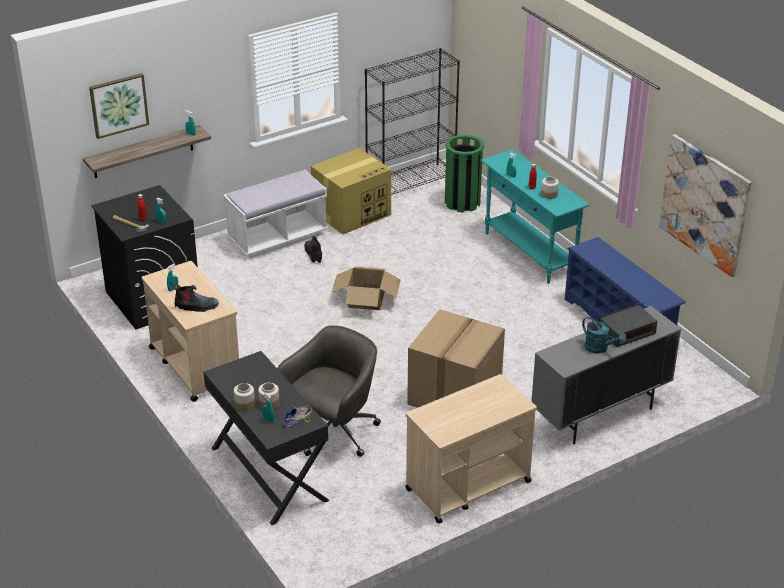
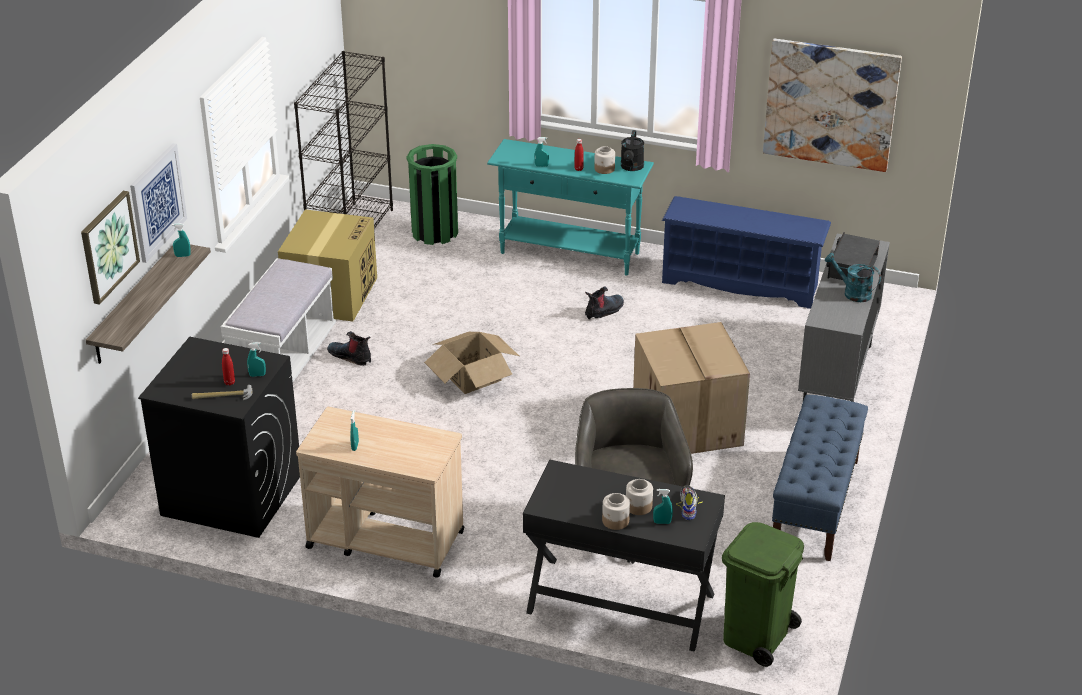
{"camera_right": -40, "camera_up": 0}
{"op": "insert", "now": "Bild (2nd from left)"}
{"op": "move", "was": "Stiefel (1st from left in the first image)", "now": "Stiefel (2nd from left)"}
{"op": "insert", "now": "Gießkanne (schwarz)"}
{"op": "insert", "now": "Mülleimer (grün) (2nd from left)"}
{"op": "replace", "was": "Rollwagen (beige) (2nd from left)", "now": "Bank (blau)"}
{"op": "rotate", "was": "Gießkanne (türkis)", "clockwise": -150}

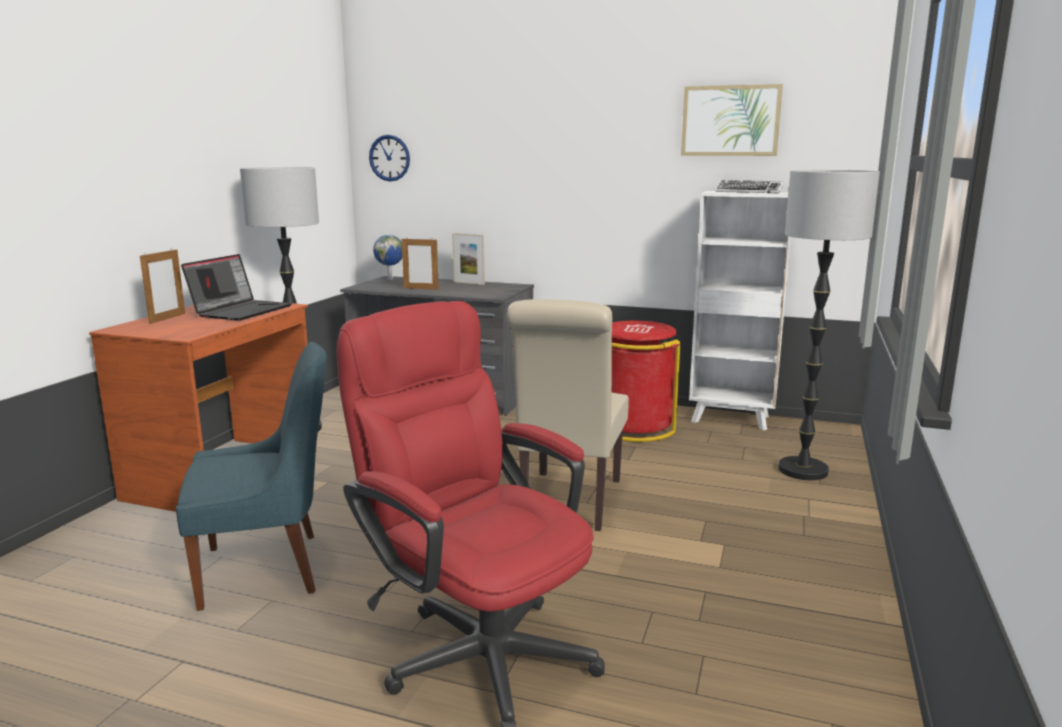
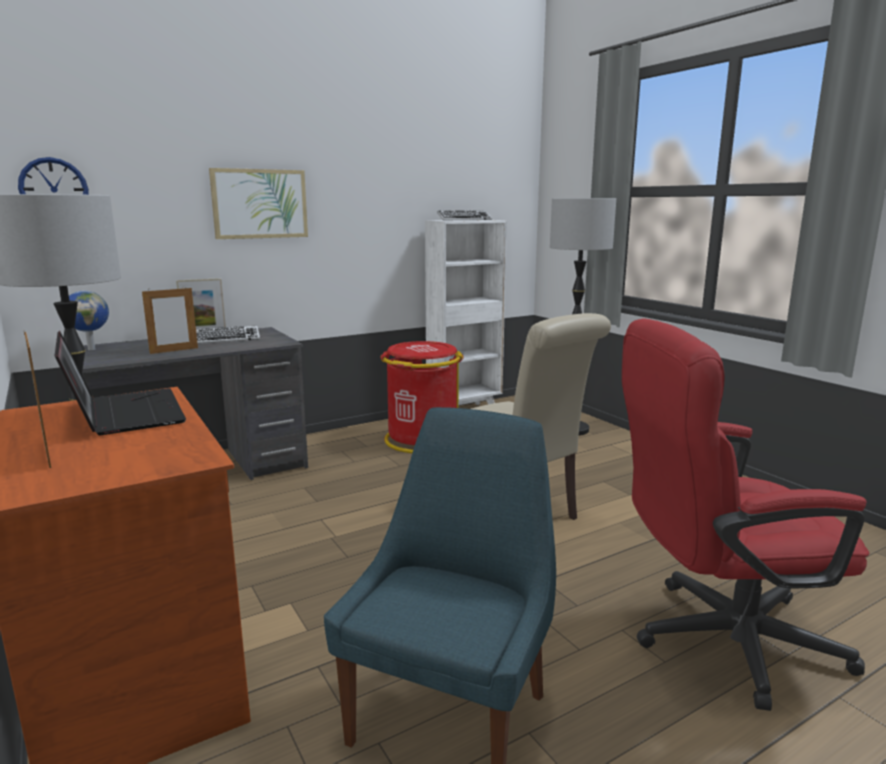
{"camera_right": -50, "camera_up": 0}
{"op": "insert", "now": "Tastatur (1st from left)"}
{"op": "move", "was": "Bild"}

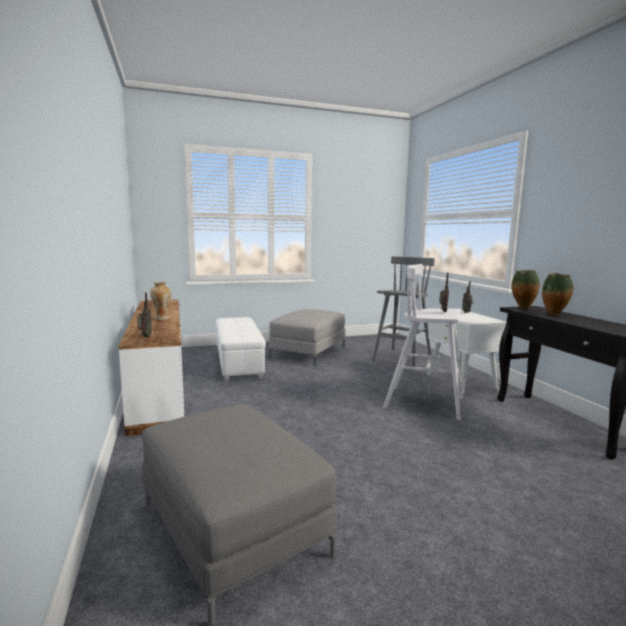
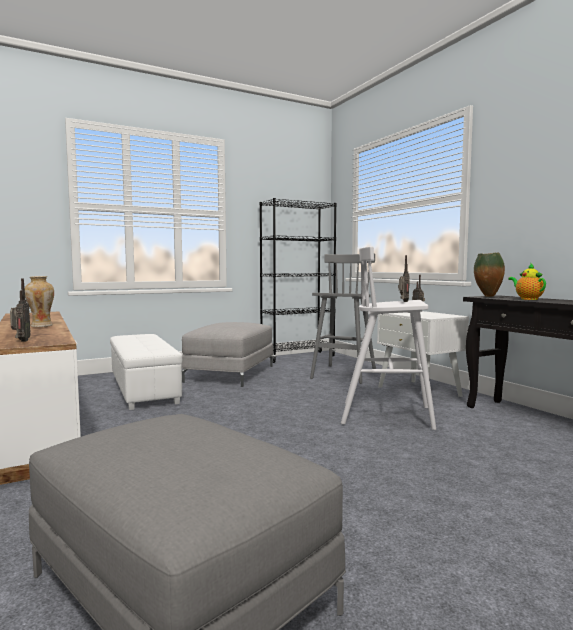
{"camera_right": -10, "camera_up": -5}
{"op": "insert", "now": "Bücherregal (schwarz)"}
{"op": "replace", "was": "Vase (3rd from left)", "now": "Teekanne"}

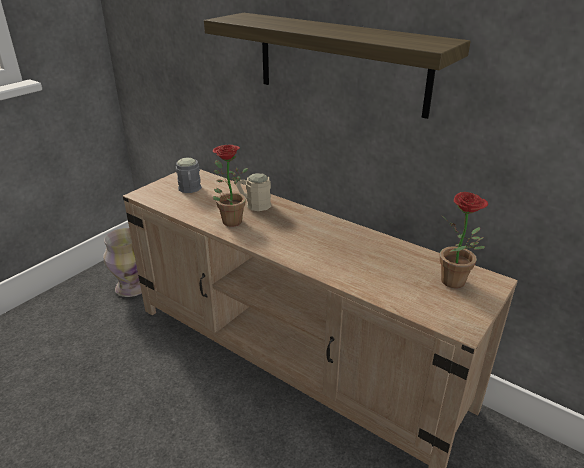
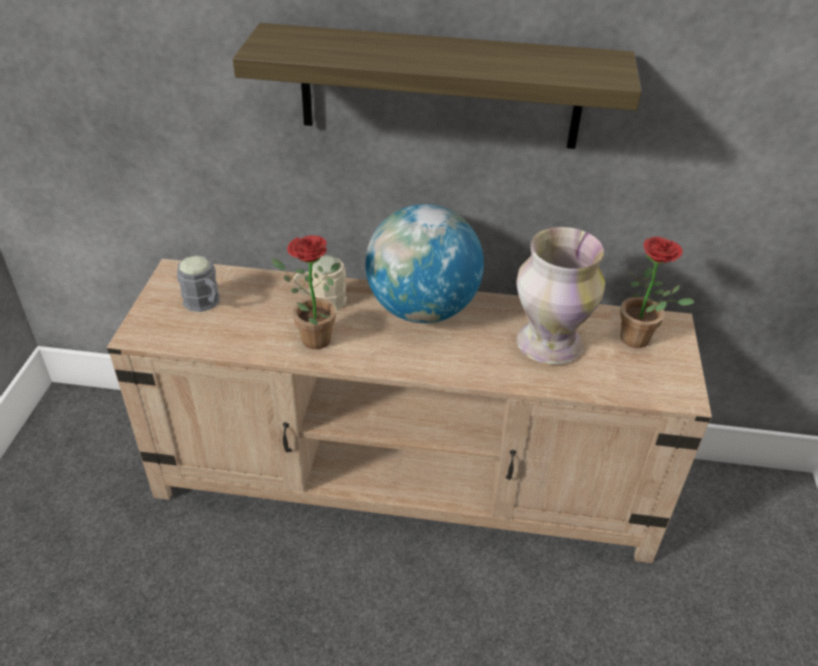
{"camera_right": -30, "camera_up": 10}
{"op": "insert", "now": "Globus"}
{"op": "move", "was": "Vase"}

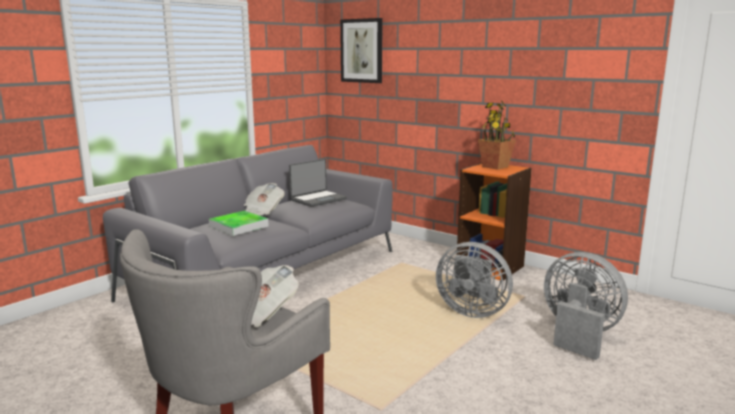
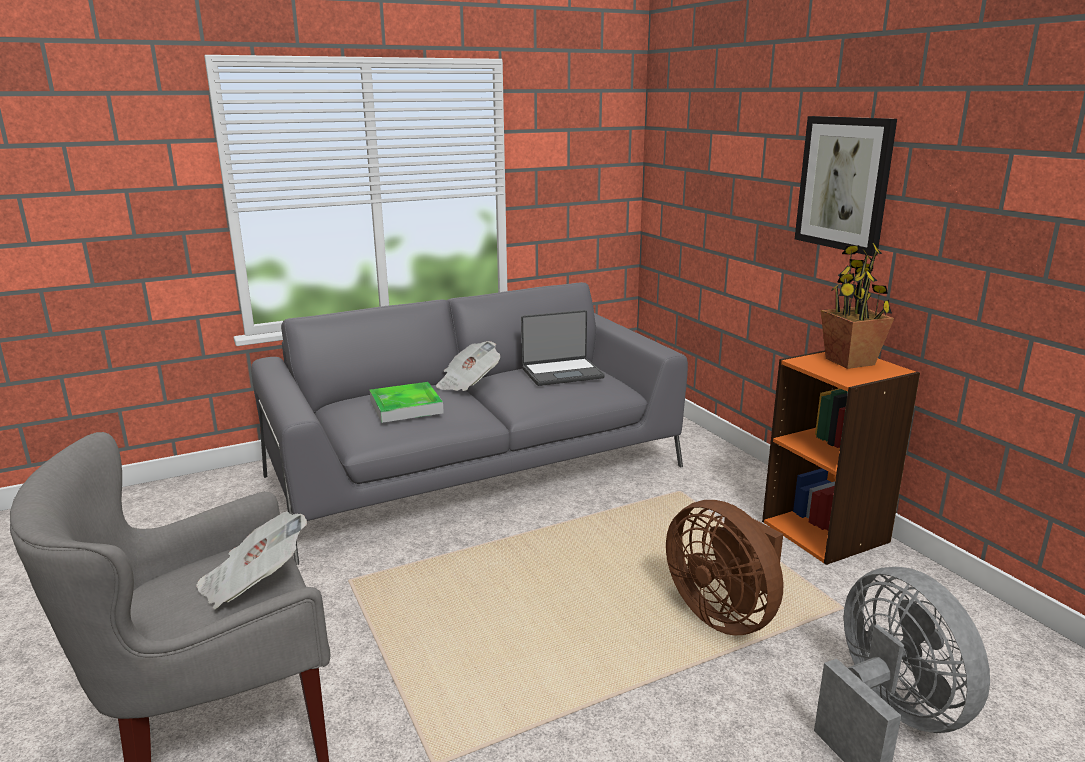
{"camera_right": 25, "camera_up": 5}
{"op": "recolor", "was": "Ventilator (grau) (1st from left)", "now": "Ventilator (braun)"}
{"op": "move", "was": "Bild"}

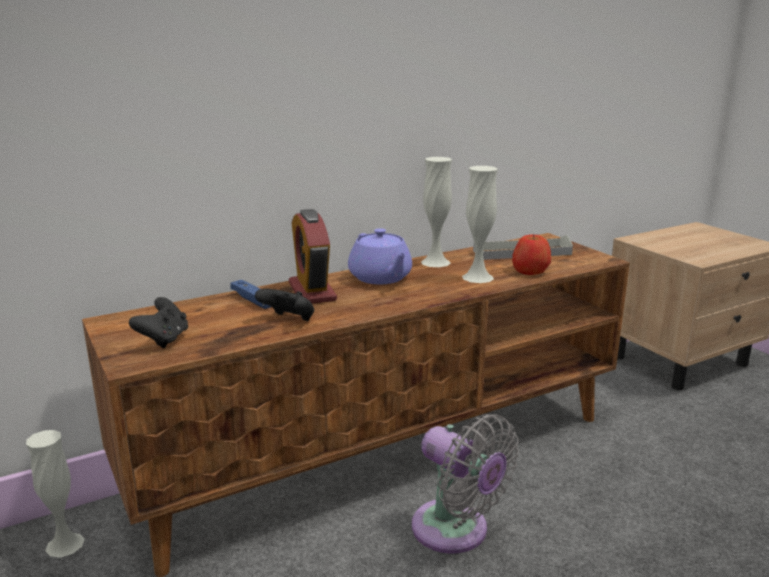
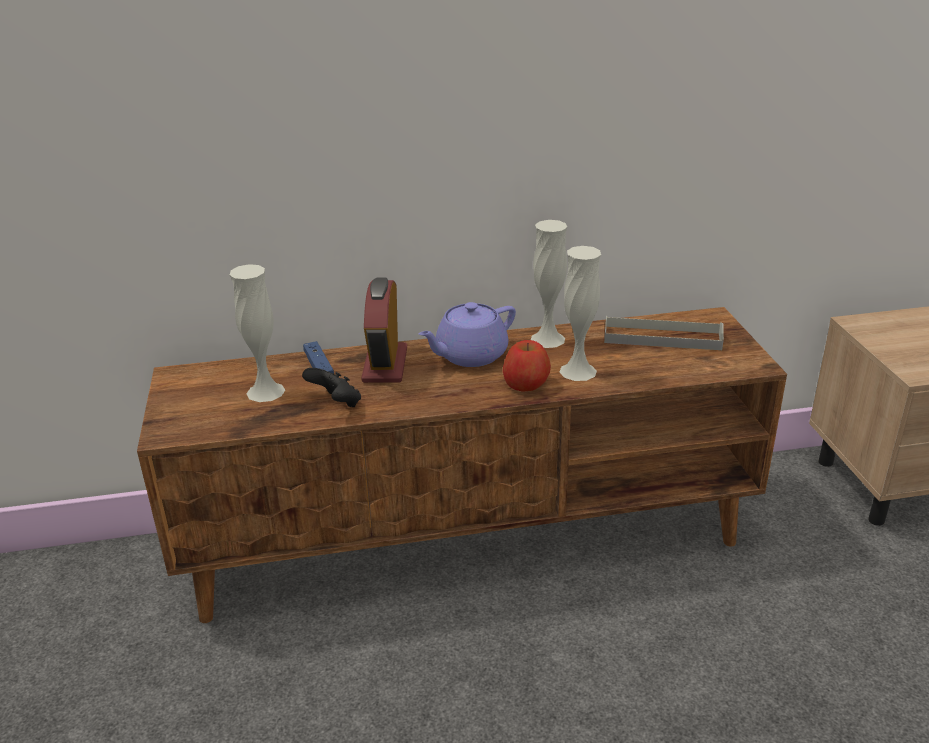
{"camera_right": 20, "camera_up": 10}
{"op": "move", "was": "Vase (weiß) (1st from left)"}
{"op": "rotate", "was": "Teekanne (lila)", "clockwise": 60}
{"op": "move", "was": "Apfel"}
{"op": "delete", "was": "Gamepad (schwarz) (1st from left)"}
{"op": "delete", "was": "Ventilator (grau)"}

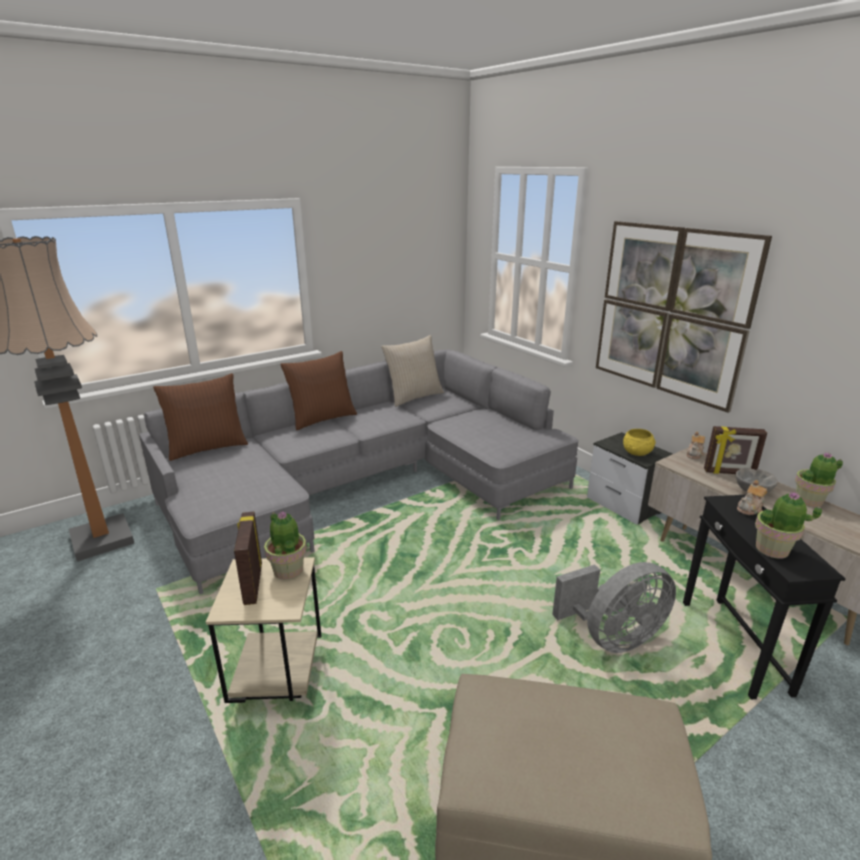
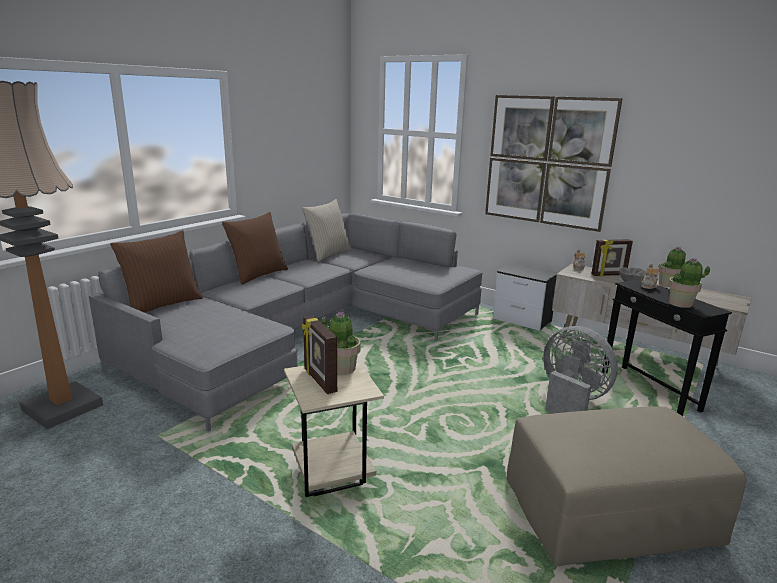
{"camera_right": -20, "camera_up": -5}
{"op": "rotate", "was": "Ventilator (grau)", "clockwise": -90}
{"op": "delete", "was": "Schüssel (gelb)"}

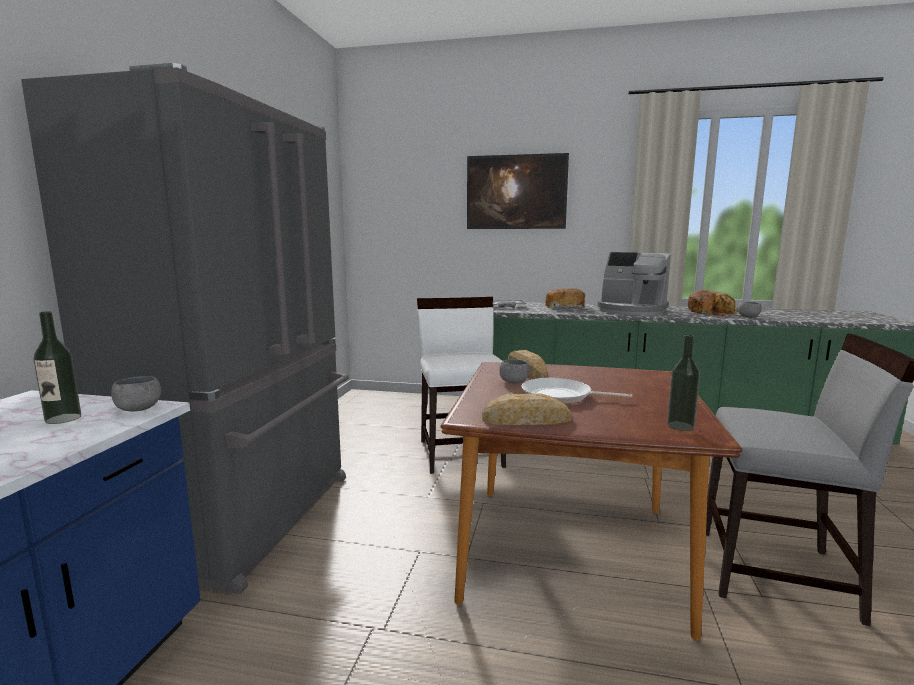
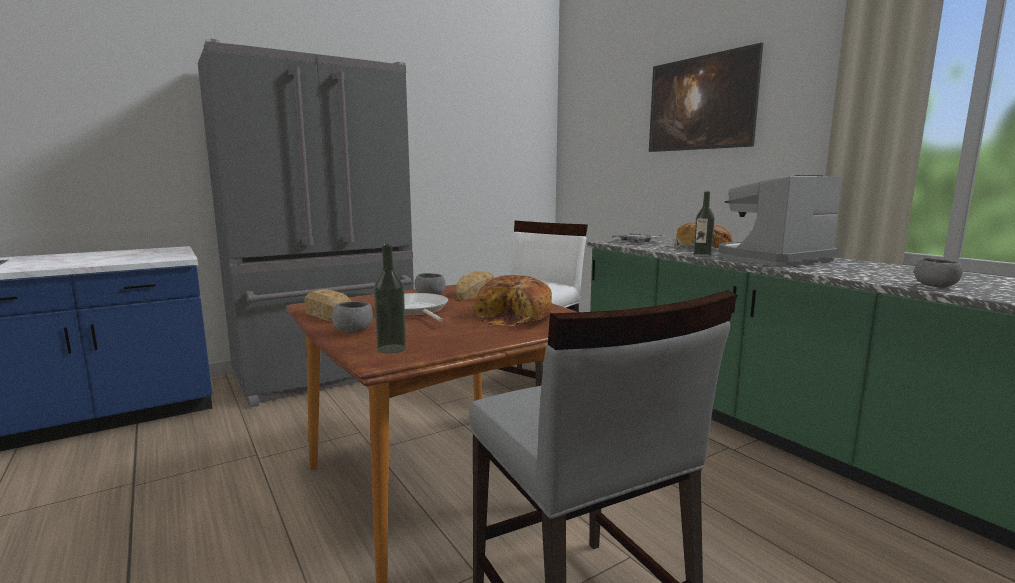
{"camera_right": 45, "camera_up": 0}
{"op": "move", "was": "Schüssel (grau) (1st from left)"}
{"op": "move", "was": "Brot (4th from left in the first image)", "now": "Brot (3rd from left)"}
{"op": "move", "was": "Flasche (1st from left in the first image)", "now": "Flasche (2nd from left)"}
{"op": "rotate", "was": "Kaffeemaschine", "clockwise": 75}

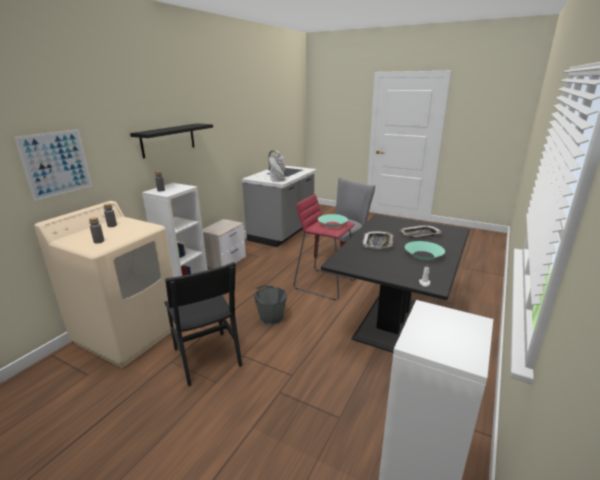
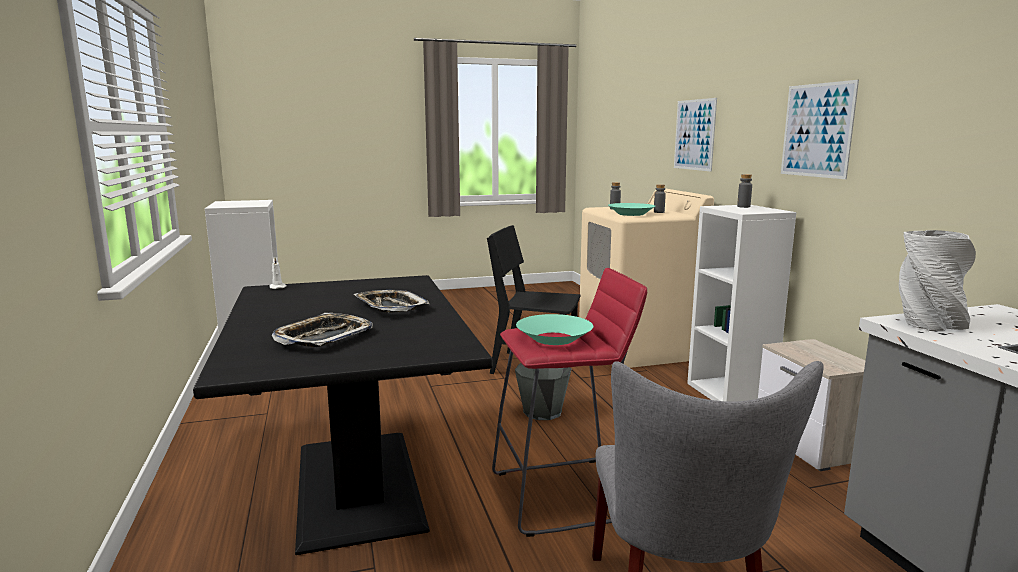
{"camera_right": 135, "camera_up": -10}
{"op": "move", "was": "Schüssel (türkis) (2nd from left)"}
{"op": "replace", "was": "Wandregal (schwarz)", "now": "Bild (2nd from left)"}

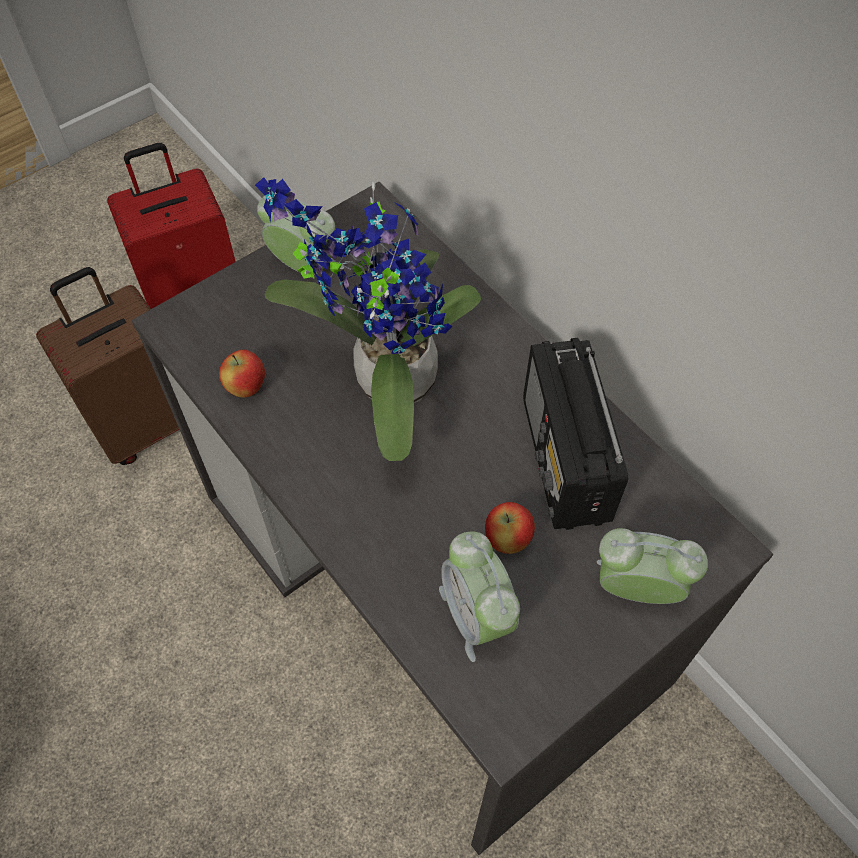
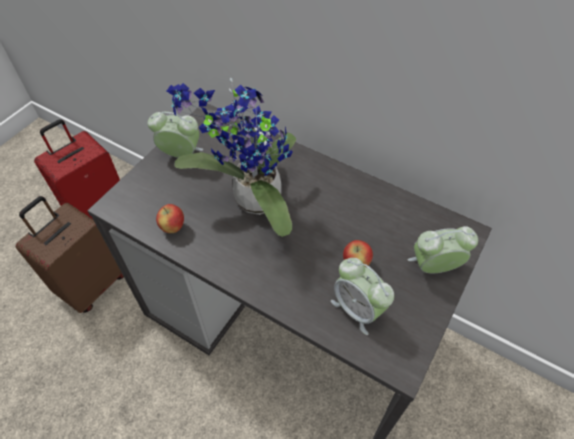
{"camera_right": -20, "camera_up": -5}
{"op": "delete", "was": "Radio"}

